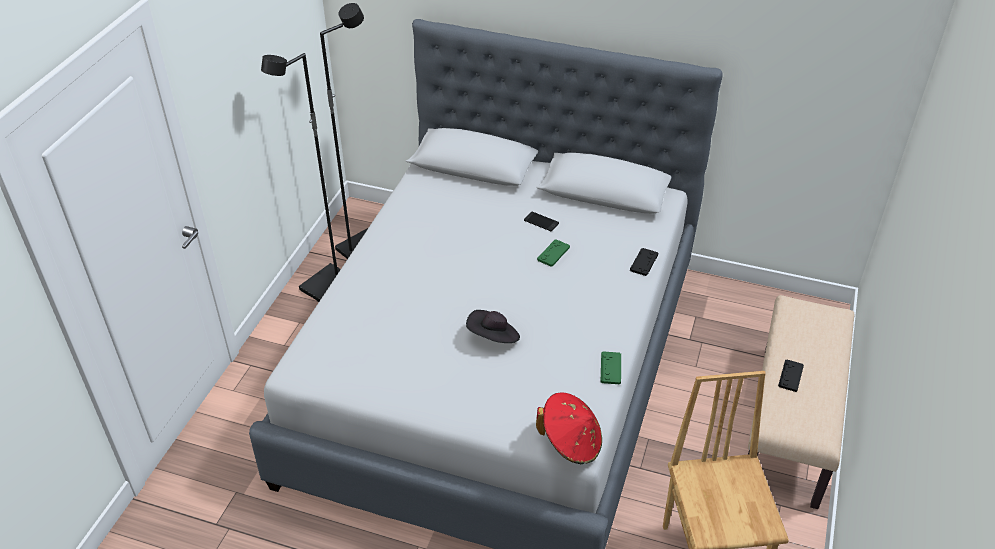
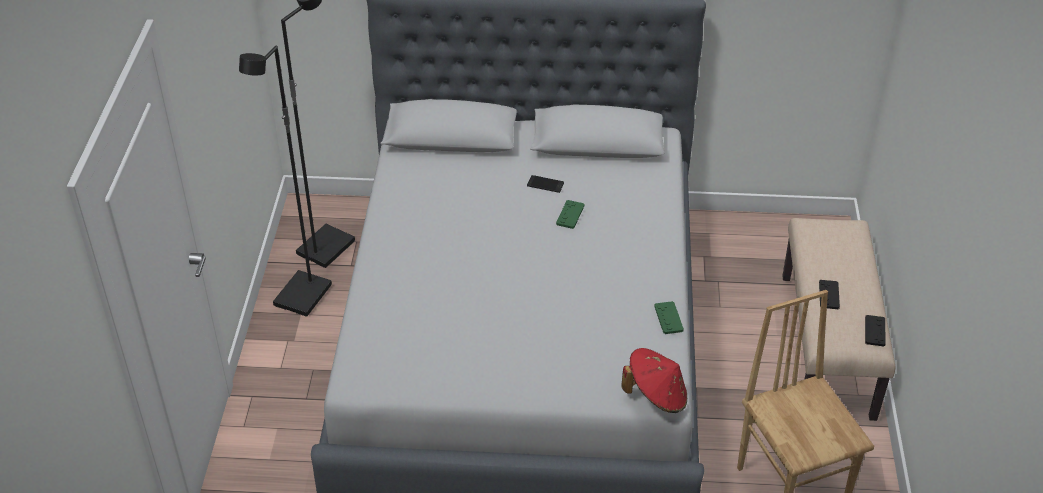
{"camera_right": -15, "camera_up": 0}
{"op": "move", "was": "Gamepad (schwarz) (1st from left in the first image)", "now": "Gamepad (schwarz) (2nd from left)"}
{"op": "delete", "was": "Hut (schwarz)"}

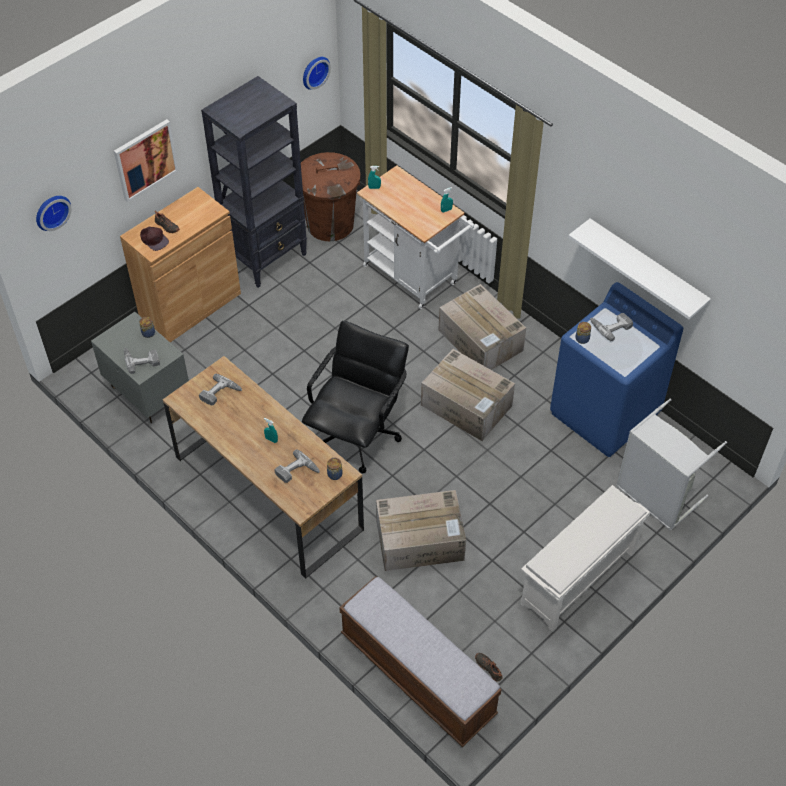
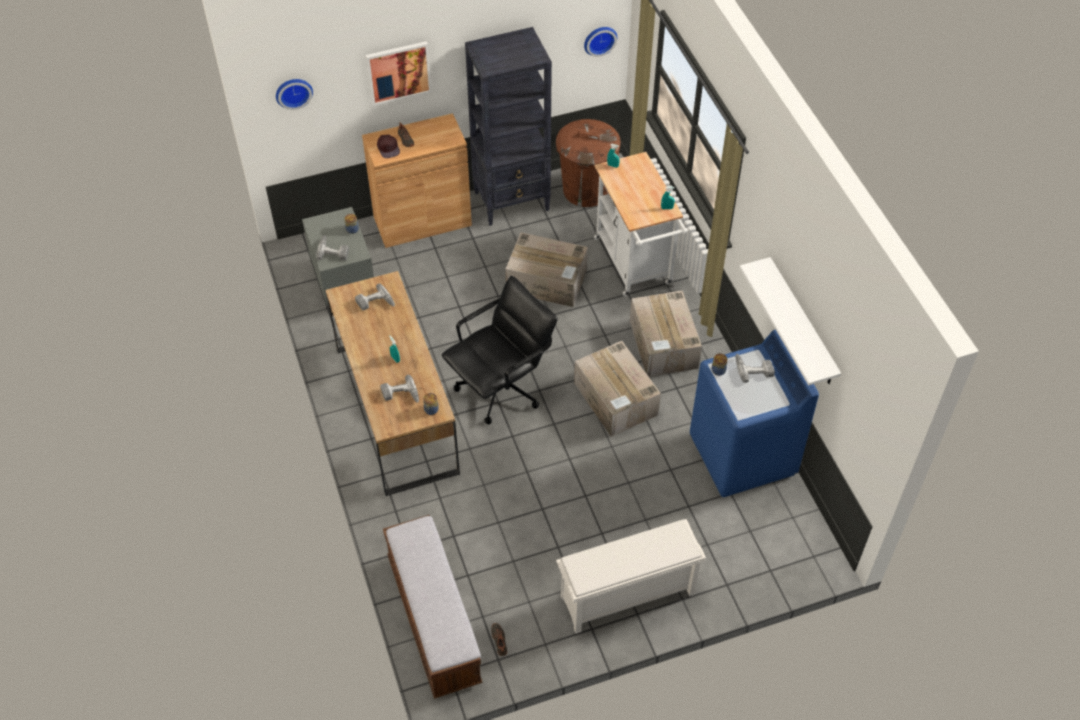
{"camera_right": 25, "camera_up": 0}
{"op": "move", "was": "Karton (1st from left)"}
{"op": "delete", "was": "Wäschekorb (grau)"}

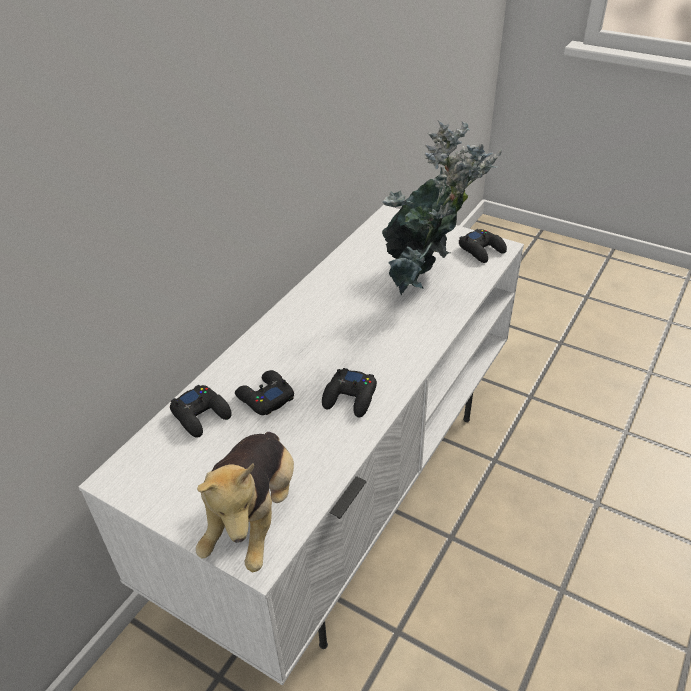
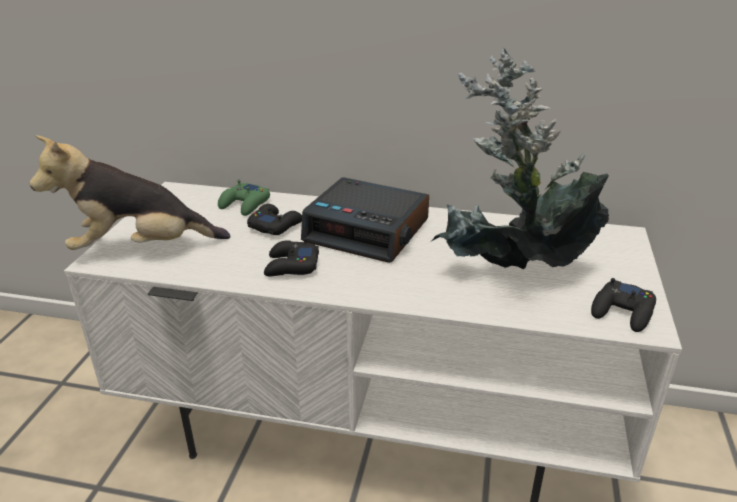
{"camera_right": 70, "camera_up": -10}
{"op": "recolor", "was": "Gamepad (schwarz) (1st from left)", "now": "Gamepad (grün)"}
{"op": "insert", "now": "Wecker"}

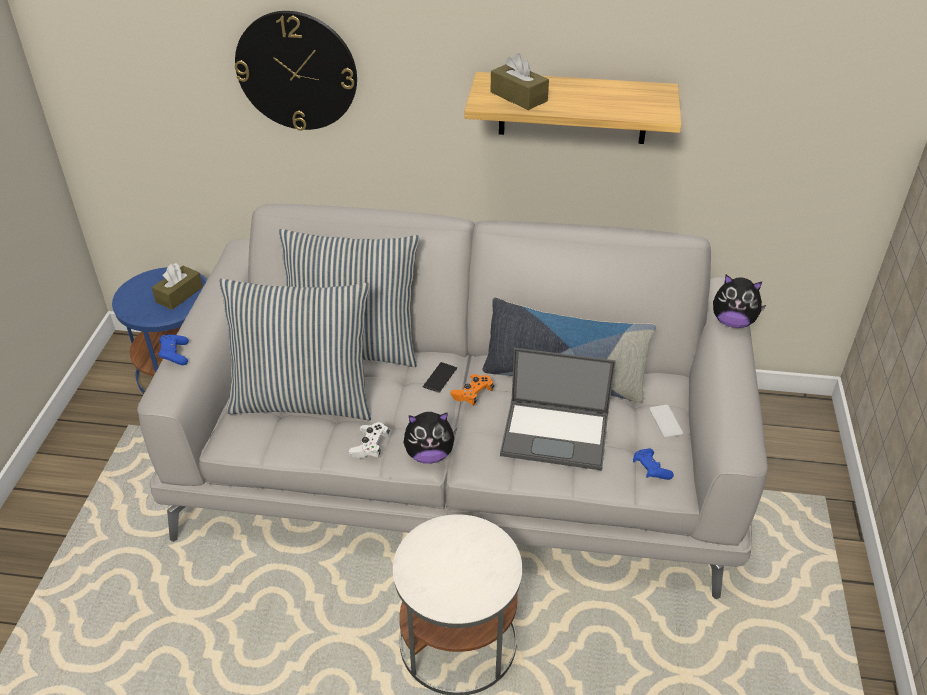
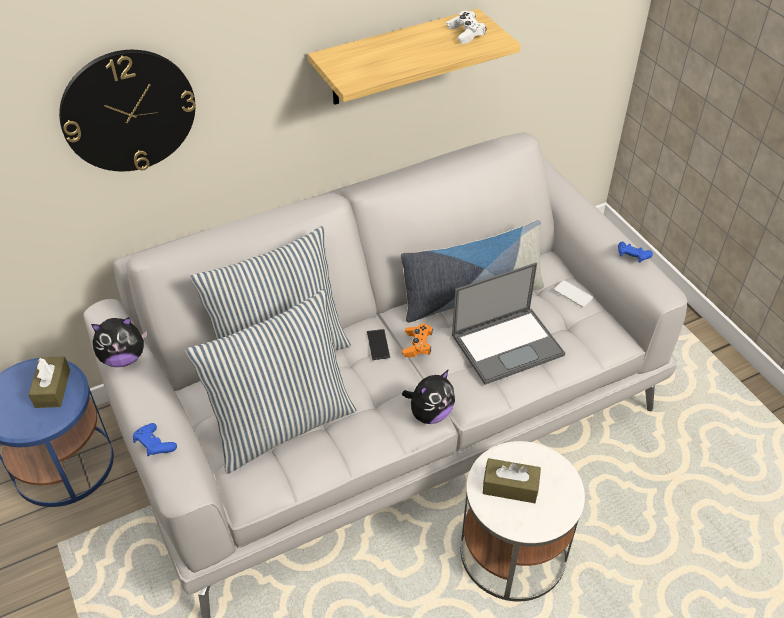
{"camera_right": -35, "camera_up": 5}
{"op": "move", "was": "Plüschtier (2nd from left in the first image)", "now": "Plüschtier (1st from left)"}
{"op": "move", "was": "Gamepad (weiß)"}
{"op": "move", "was": "Taschentuchbox (braun) (2nd from left)"}
{"op": "move", "was": "Gamepad (blau) (2nd from left)"}

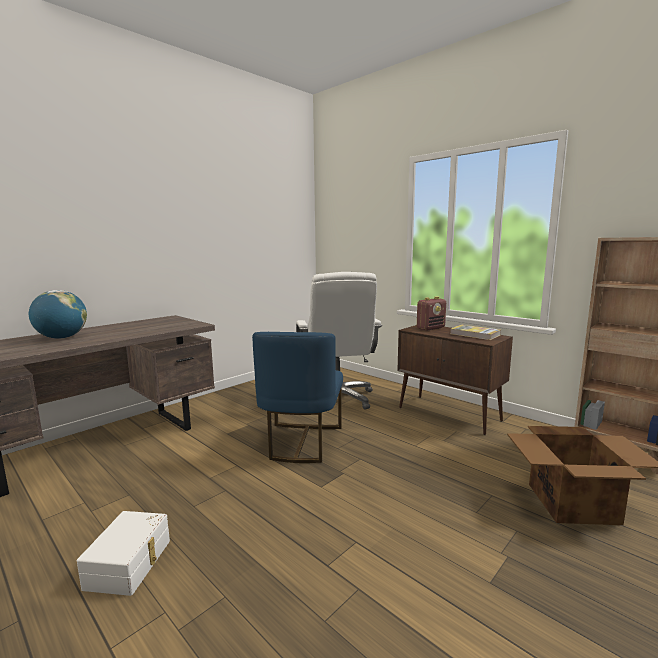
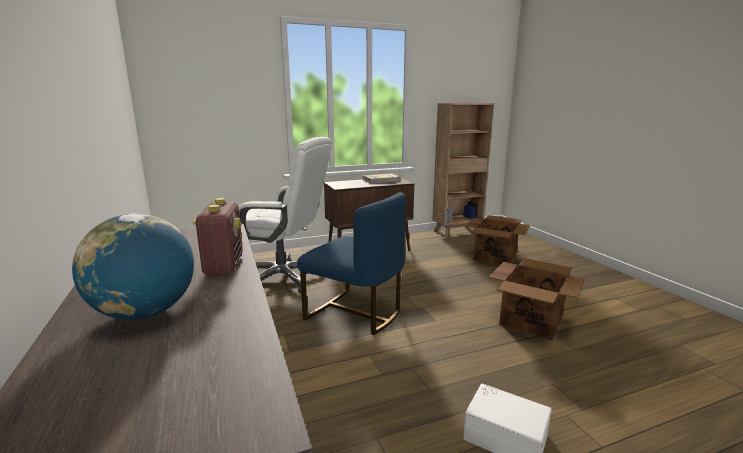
{"camera_right": -65, "camera_up": 5}
{"op": "move", "was": "Radio"}
{"op": "insert", "now": "Karton (2nd from left)"}

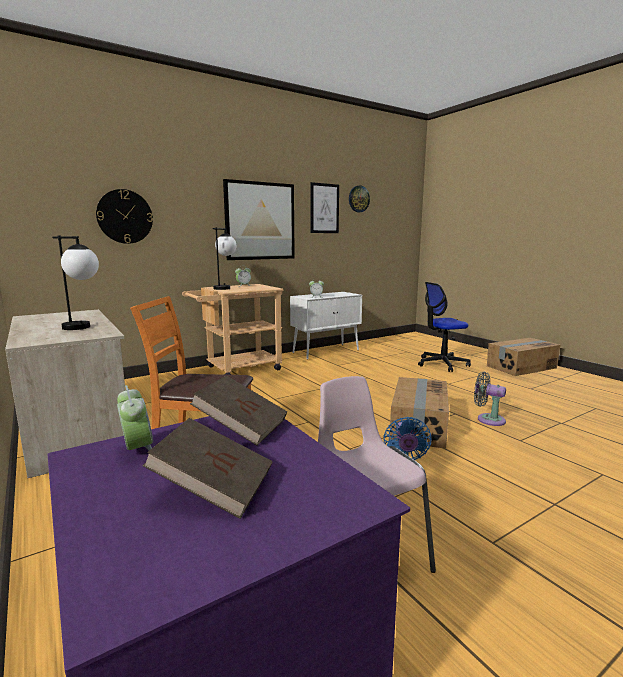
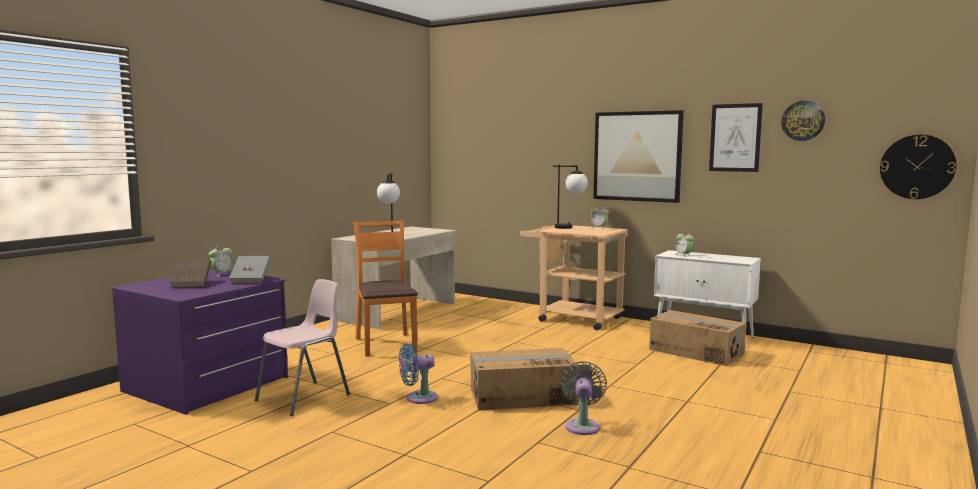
{"camera_right": 65, "camera_up": -5}
{"op": "recolor", "was": "Buch (braun) (2nd from left)", "now": "Buch (grau)"}
{"op": "move", "was": "Karton (2nd from left)"}
{"op": "move", "was": "Wanduhr (1st from left in the first image)", "now": "Wanduhr (2nd from left)"}
{"op": "delete", "was": "Bürostuhl"}

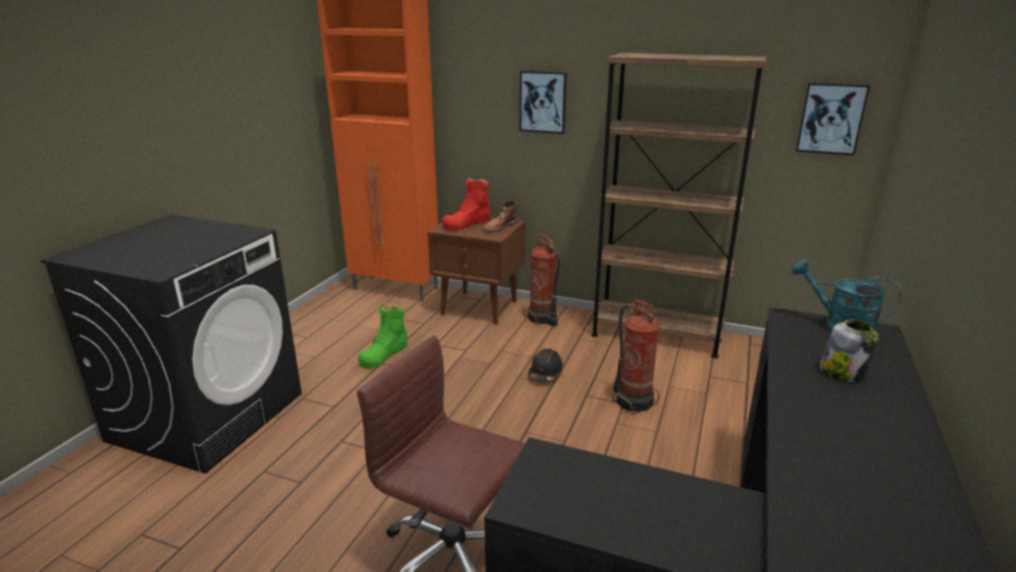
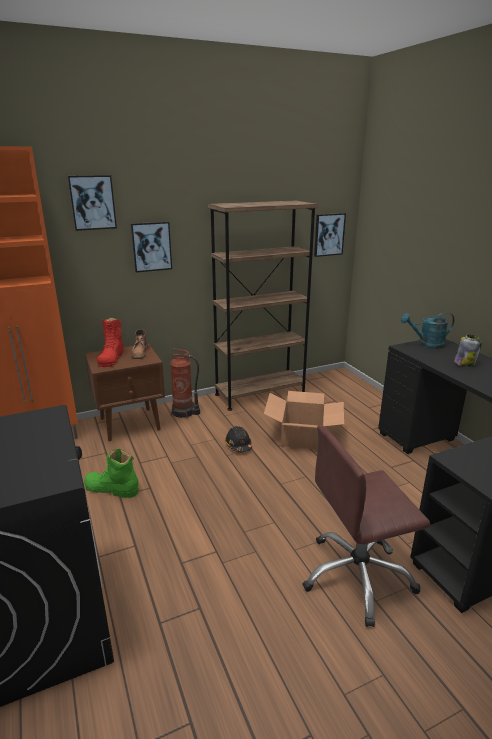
{"camera_right": -45, "camera_up": 0}
{"op": "insert", "now": "Bild (1st from left)"}
{"op": "rotate", "was": "Stiefel (grün)", "clockwise": 120}
{"op": "replace", "was": "Feuerlöscher (2nd from left)", "now": "Karton"}

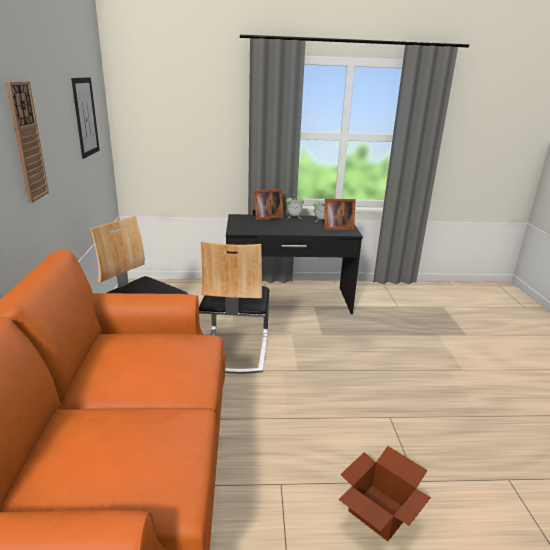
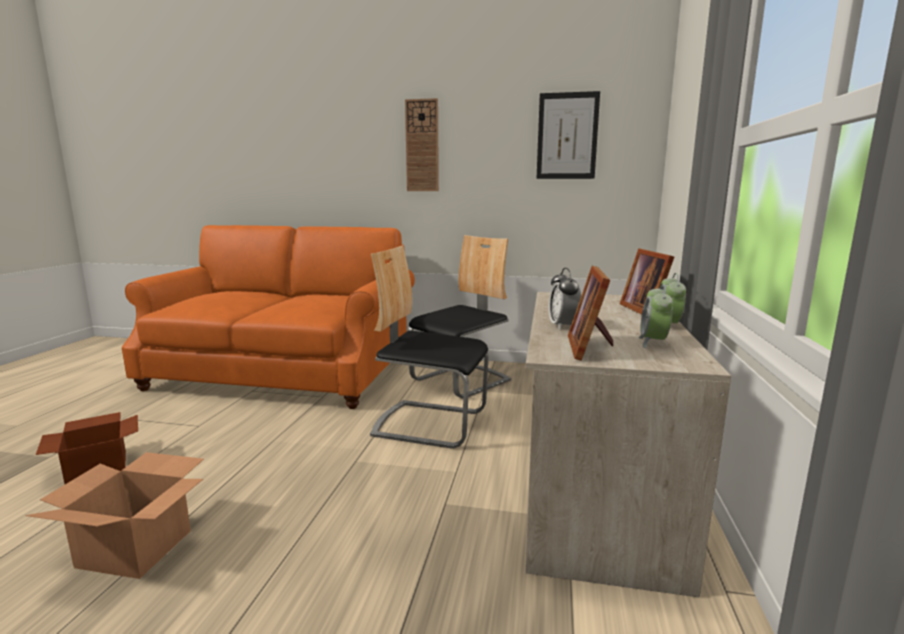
{"camera_right": 105, "camera_up": -10}
{"op": "insert", "now": "Karton (2nd from left)"}
{"op": "recolor", "was": "Schreibtisch (schwarz)", "now": "Schreibtisch (beige)"}
{"op": "insert", "now": "Wecker (1st from left)"}

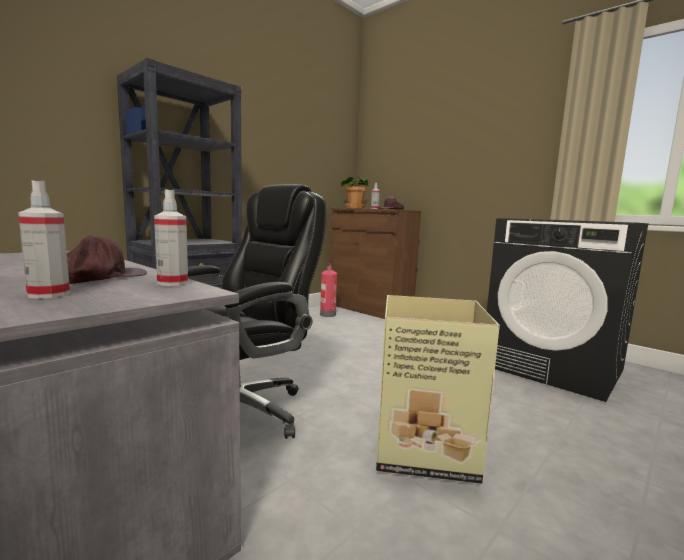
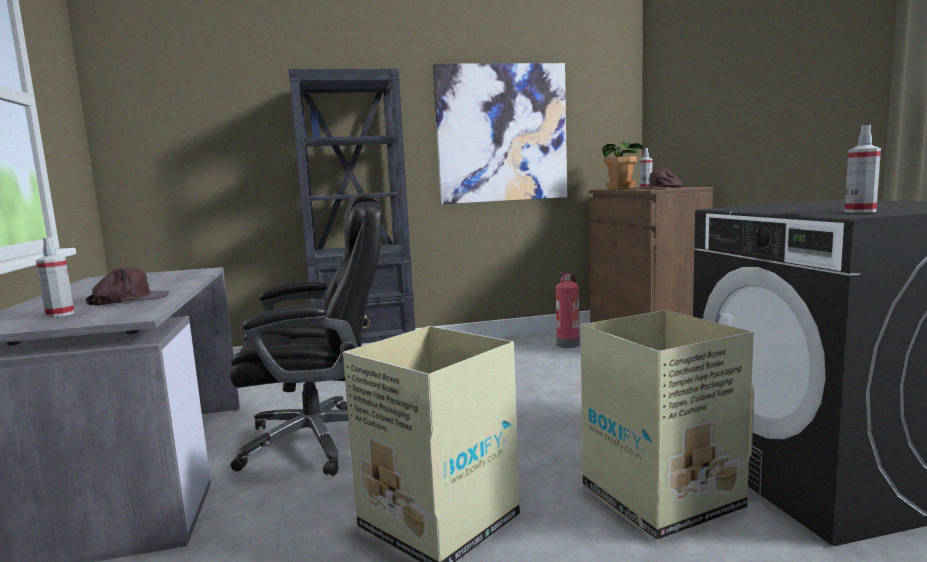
{"camera_right": 35, "camera_up": 0}
{"op": "insert", "now": "Bild"}
{"op": "insert", "now": "Karton (2nd from left)"}
{"op": "move", "was": "Sprühflasche (2nd from left in the first image)", "now": "Sprühflasche (3rd from left)"}

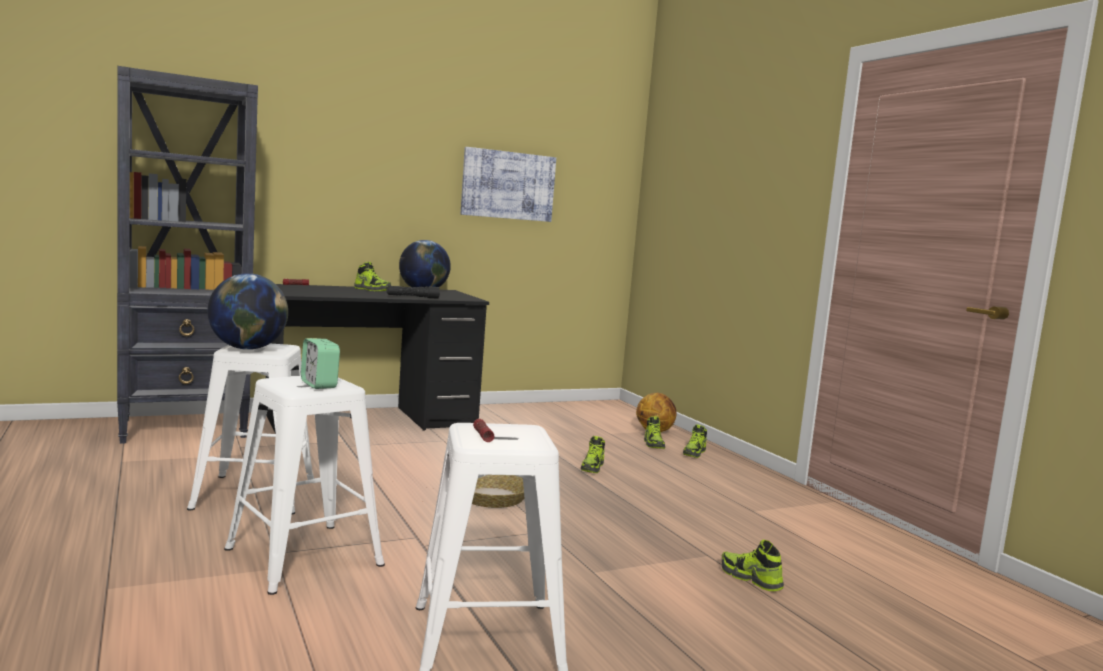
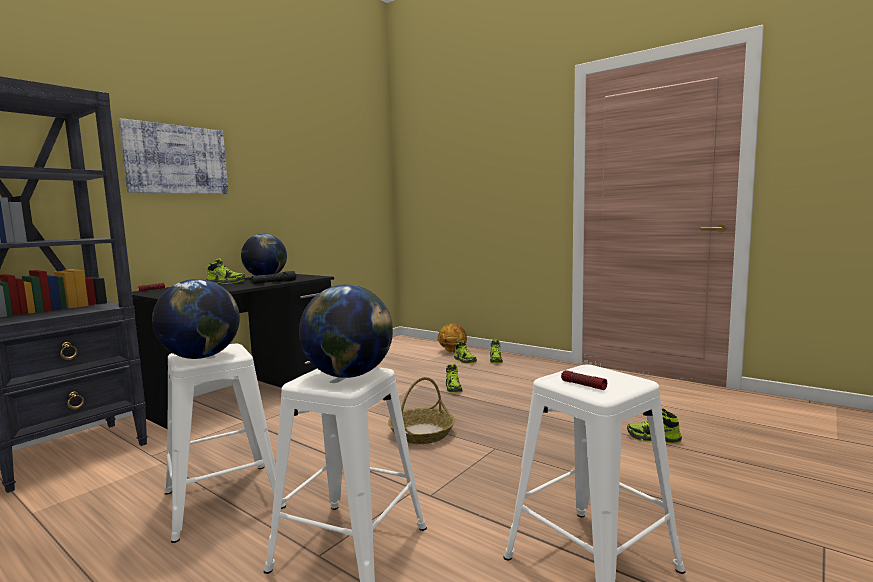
{"camera_right": -25, "camera_up": 0}
{"op": "move", "was": "Bild"}
{"op": "replace", "was": "Wecker", "now": "Globus (3rd from left)"}

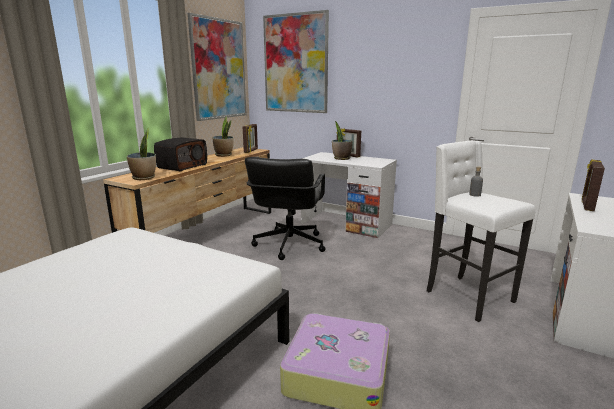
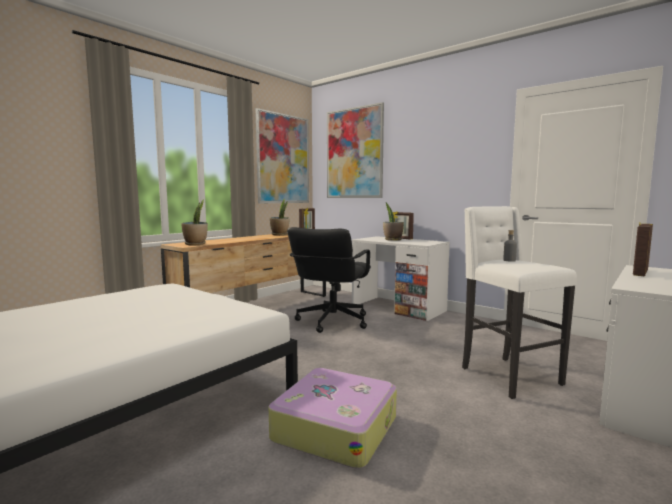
{"camera_right": 10, "camera_up": -10}
{"op": "delete", "was": "Radio"}

